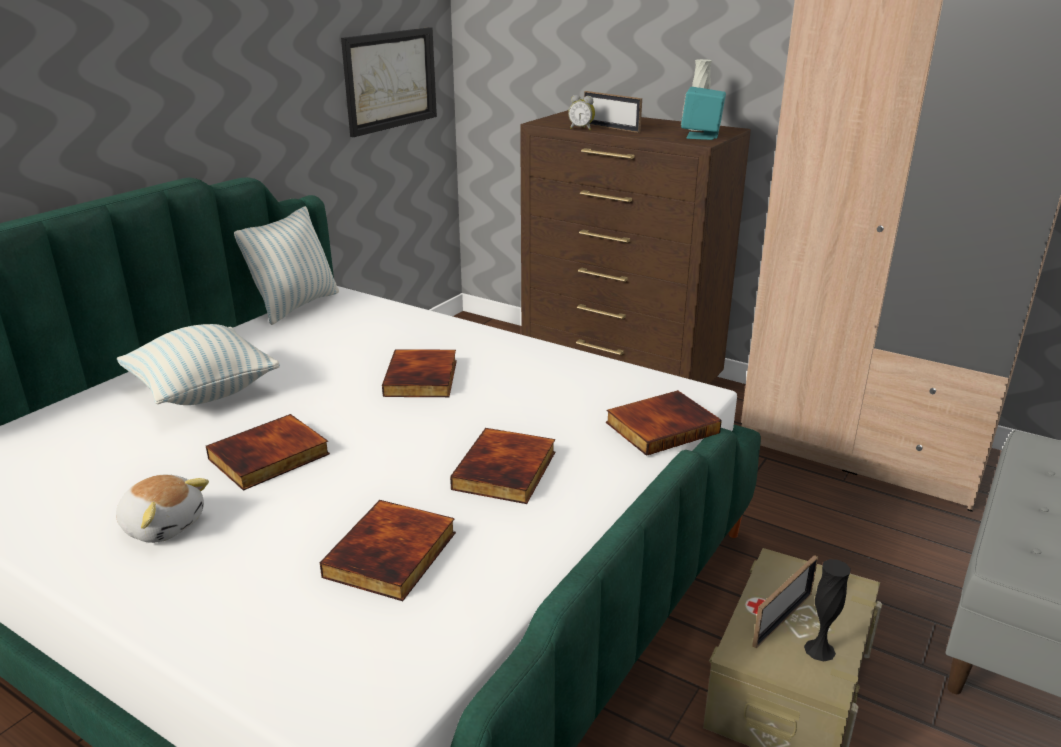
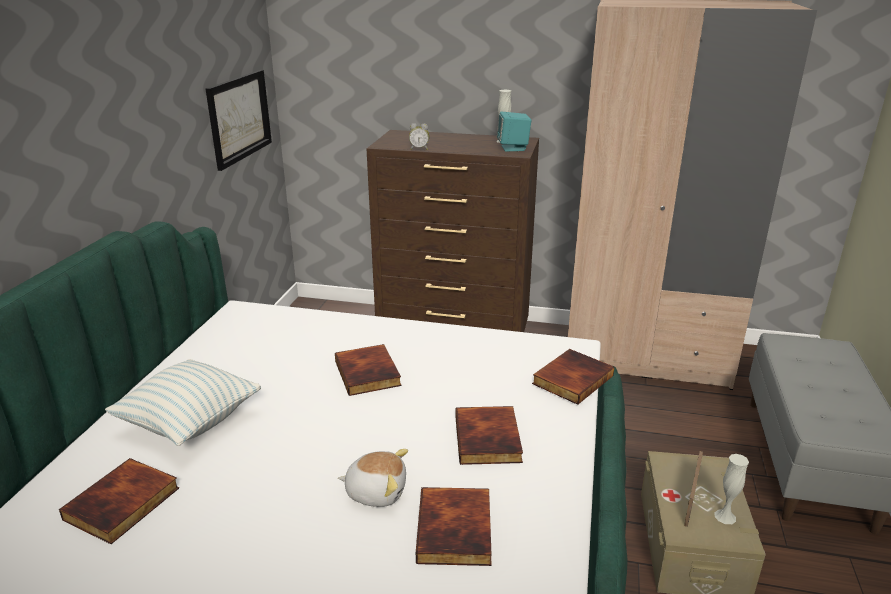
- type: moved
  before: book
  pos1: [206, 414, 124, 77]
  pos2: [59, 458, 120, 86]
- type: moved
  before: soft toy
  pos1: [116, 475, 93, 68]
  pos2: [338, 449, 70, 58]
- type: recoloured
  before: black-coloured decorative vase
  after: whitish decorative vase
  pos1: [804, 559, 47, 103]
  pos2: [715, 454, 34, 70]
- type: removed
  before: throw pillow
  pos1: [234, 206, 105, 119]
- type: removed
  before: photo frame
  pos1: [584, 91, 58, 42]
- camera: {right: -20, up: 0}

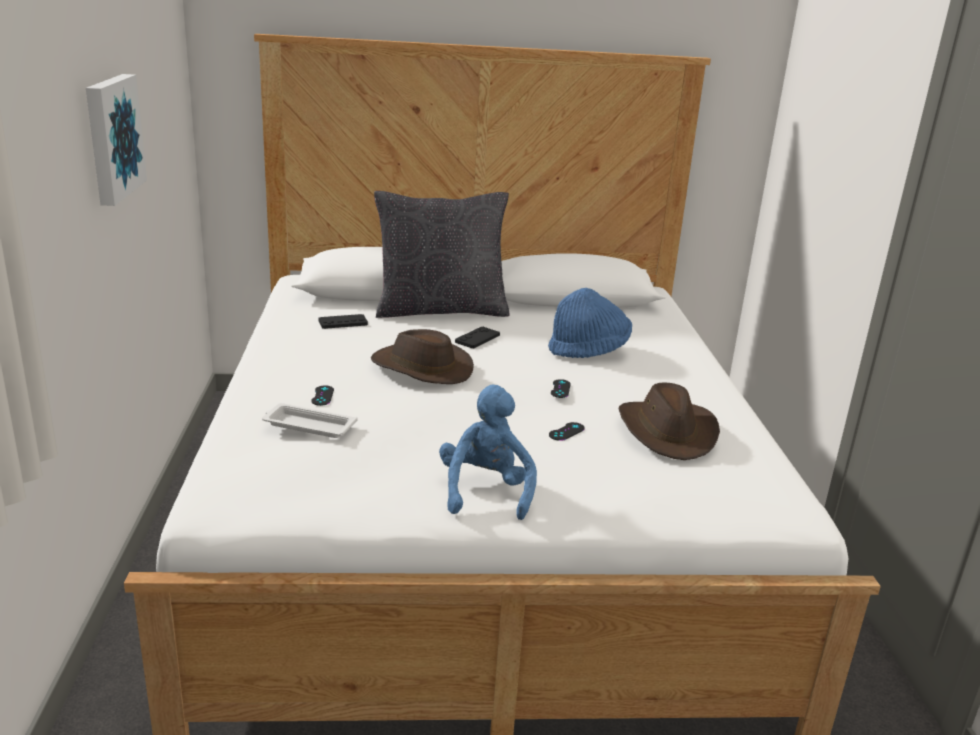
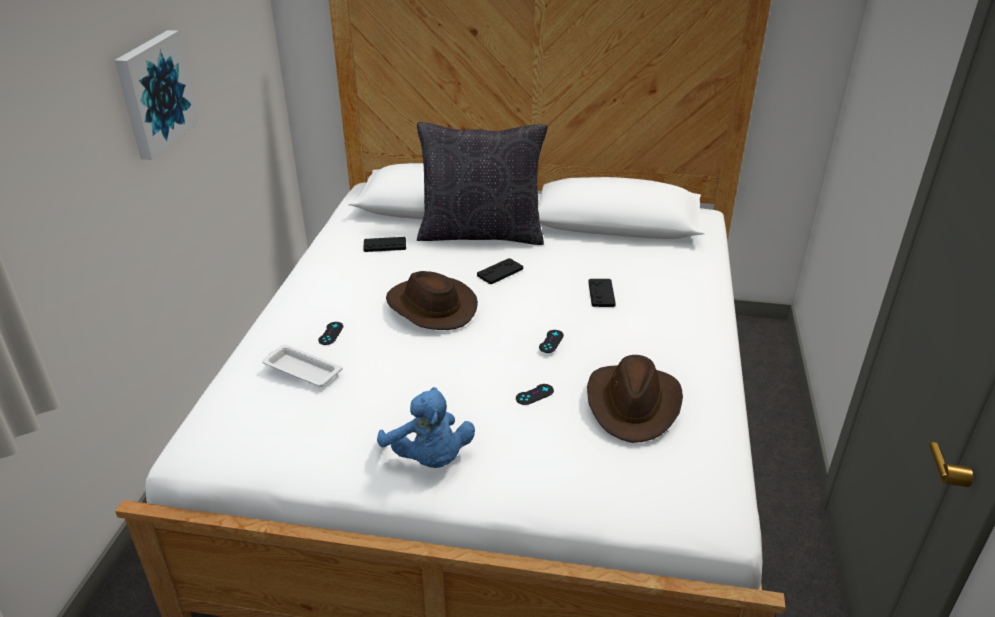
- type: turned
  before: bluish soft toy
  pos1: [439, 385, 98, 135]
  pos2: [377, 387, 98, 81]
  turn: 135
- type: replaced
  before: bluish wearable hat
  after: black-coloured joypad
  pos1: [548, 288, 84, 70]
  pos2: [589, 279, 27, 28]
- camera: {right: 15, up: 10}

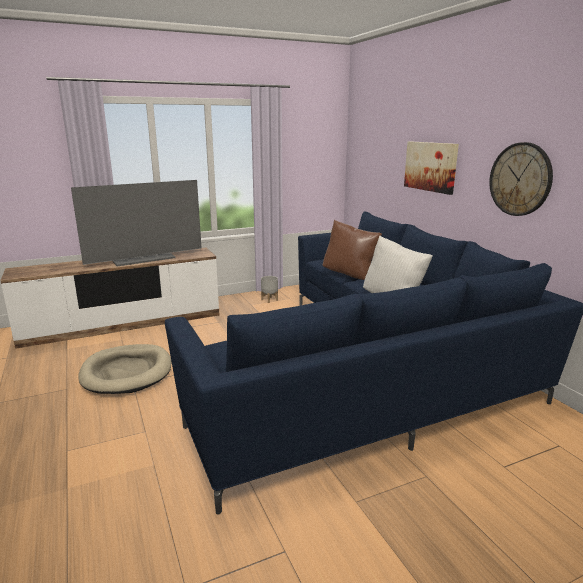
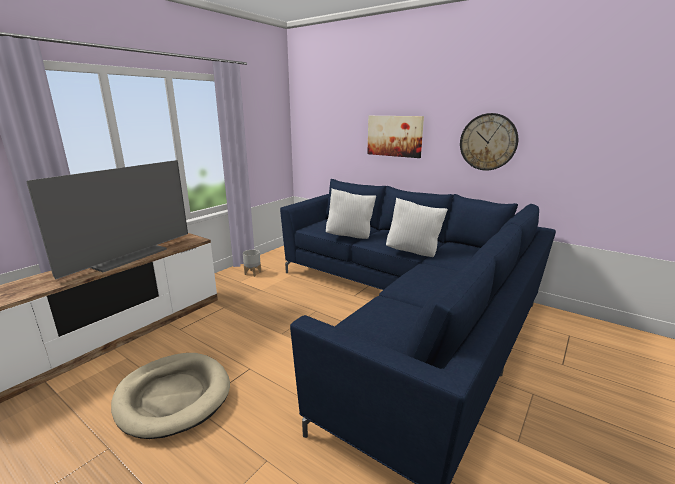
- type: recoloured
  before: brown-coloured throw pillow
  after: whitish throw pillow
  pos1: [323, 220, 59, 60]
  pos2: [326, 189, 50, 50]
- camera: {right: -30, up: 0}

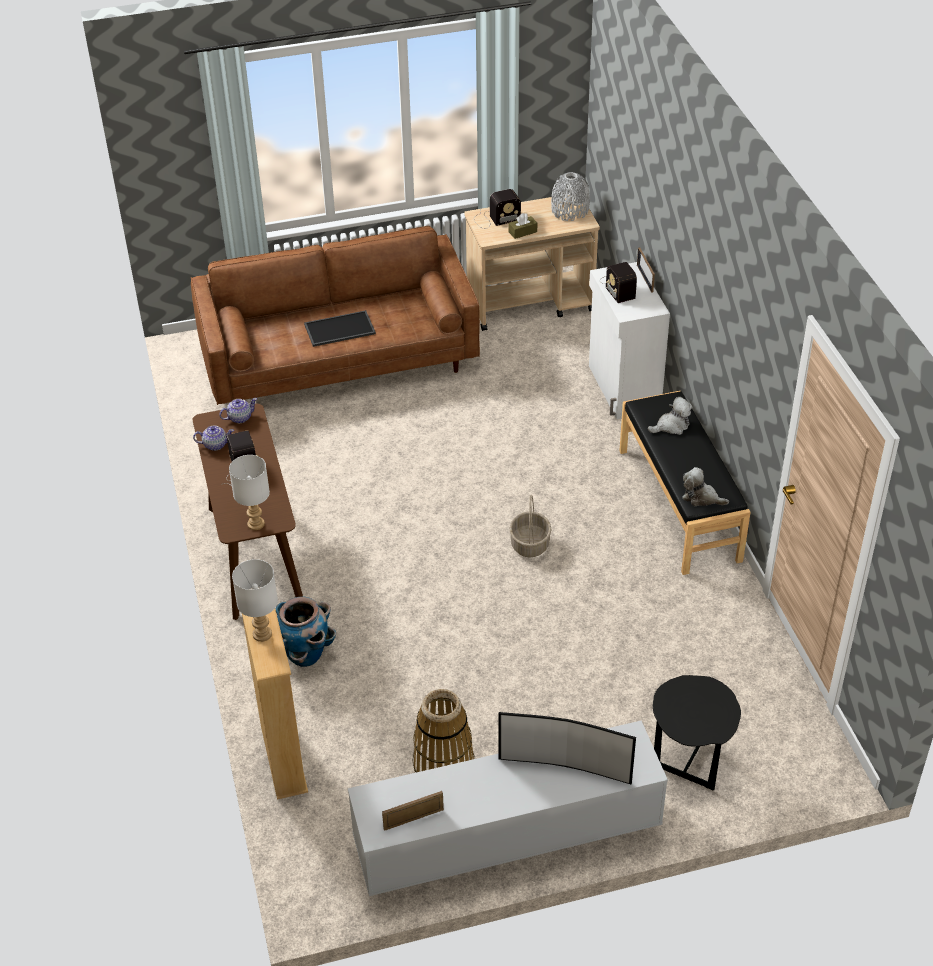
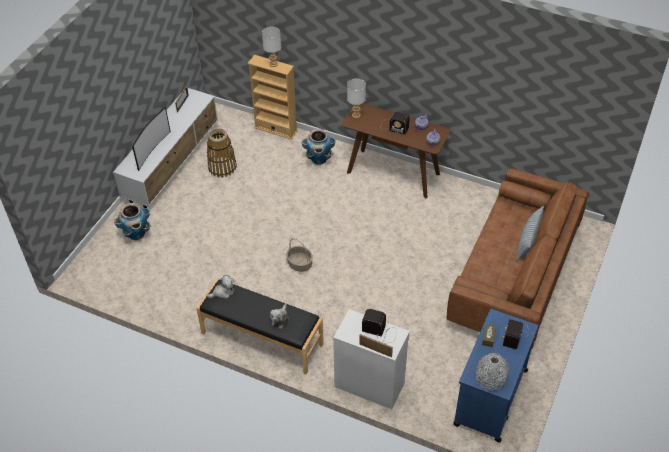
- type: replaced
  before: black-coloured side table
  after: planter
  pos1: [653, 675, 88, 115]
  pos2: [114, 203, 37, 37]
- type: turned
  before: television
  pos1: [498, 712, 138, 73]
  pos2: [132, 107, 39, 64]
  turn: 150
- type: recoloured
  before: sand-coloured cart
  after: bluish cart
  pos1: [464, 197, 136, 134]
  pos2: [453, 309, 85, 133]
- type: added
  after: throw pillow
  pos2: [516, 206, 28, 55]
- type: removed
  before: carrying tray
  pos1: [304, 310, 72, 37]
- camera: {right: 130, up: 5}

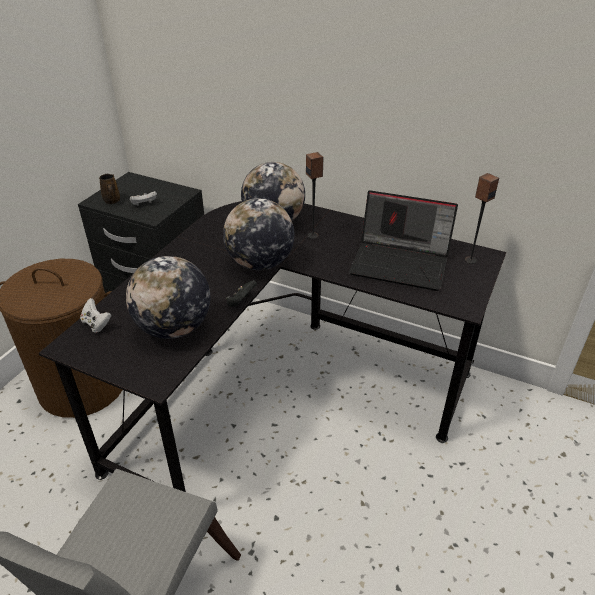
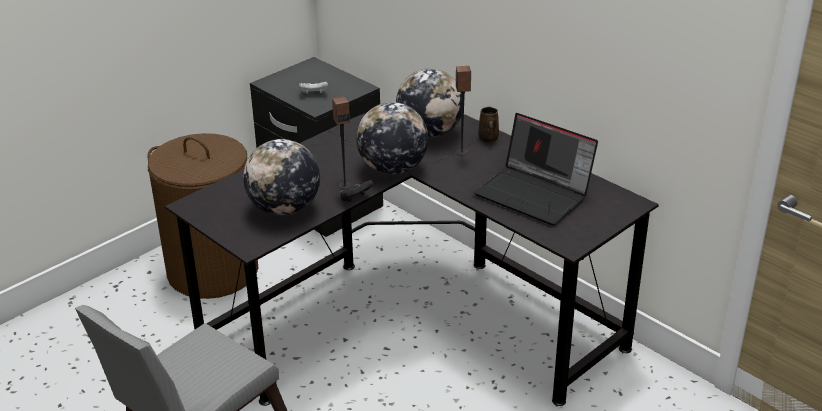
- type: moved
  before: audio speaker
  pos1: [465, 173, 34, 91]
  pos2: [332, 96, 19, 94]
- type: moved
  before: brown-coloured tea mug
  pos1: [99, 174, 21, 30]
  pos2: [478, 107, 21, 35]
- type: removed
  before: whitish joypad
  pos1: [80, 298, 31, 35]
- camera: {right: 20, up: -5}

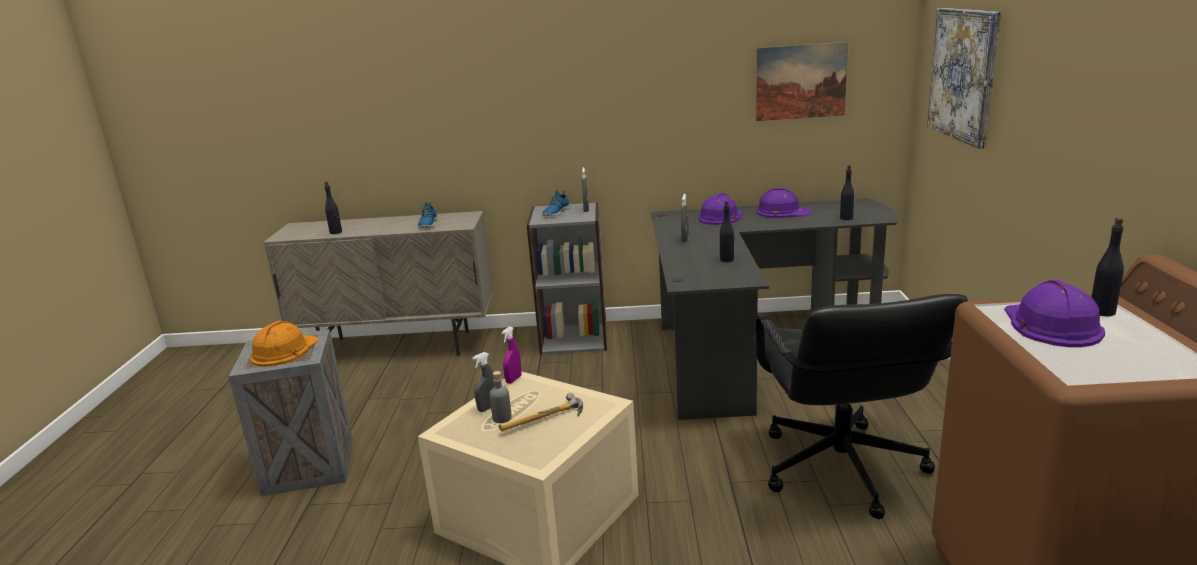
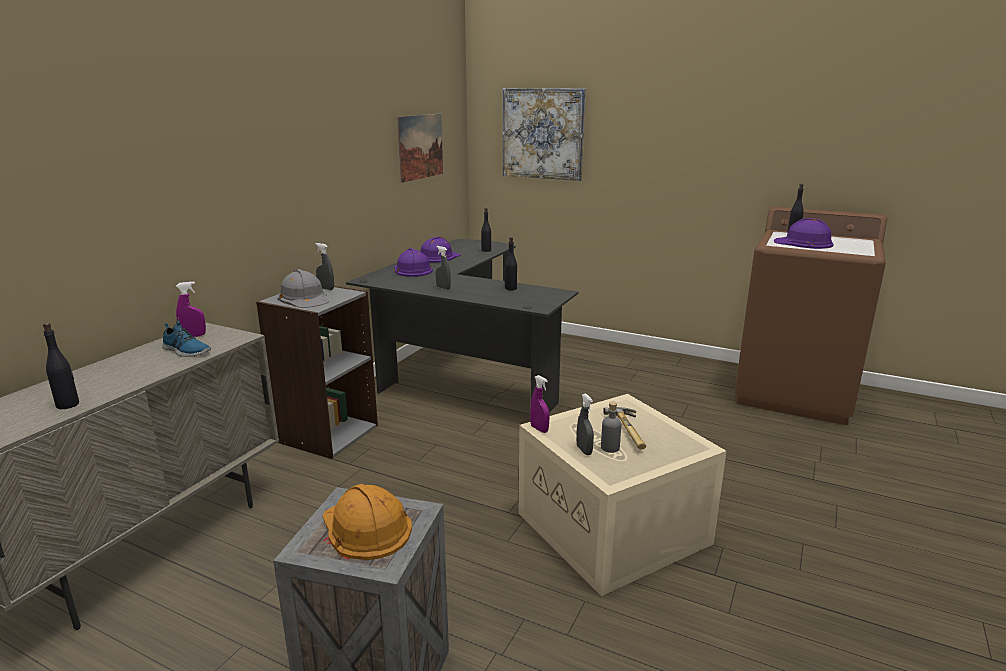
- type: added
  after: purplish sprayer
  pos2: [176, 282, 30, 55]
- type: replaced
  before: item of footwear
  after: gray work helmet
  pos1: [542, 190, 28, 26]
  pos2: [277, 269, 52, 39]
- type: removed
  before: black-coloured desk chair
  pos1: [753, 294, 215, 225]
- camera: {right: -65, up: 0}

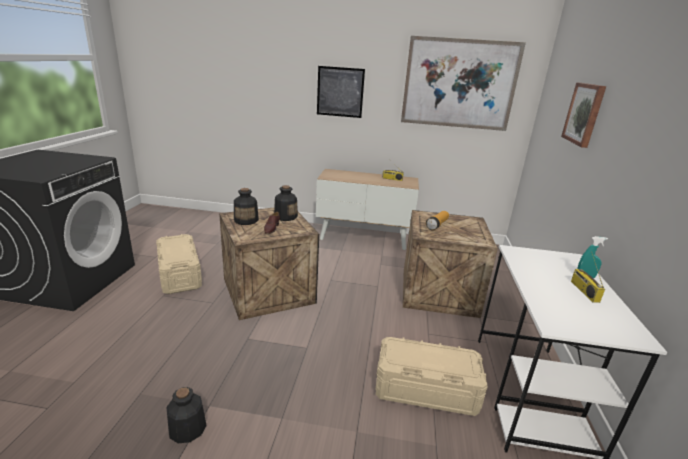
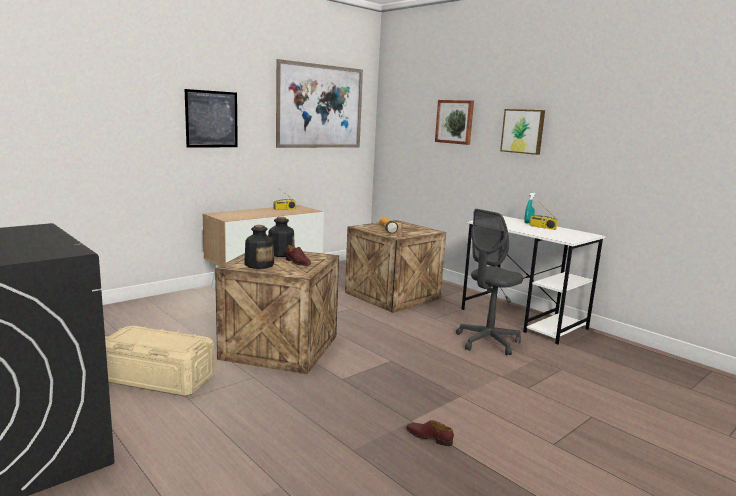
- type: replaced
  before: bottle
  after: brown-coloured item of footwear
  pos1: [166, 387, 41, 56]
  pos2: [406, 420, 48, 26]
- type: replaced
  before: sand-coloured storage bin
  after: gray desk chair
  pos1: [375, 337, 112, 79]
  pos2: [456, 209, 67, 147]
- type: added
  after: picture
  pos2: [500, 109, 45, 46]
- camera: {right: -50, up: -10}

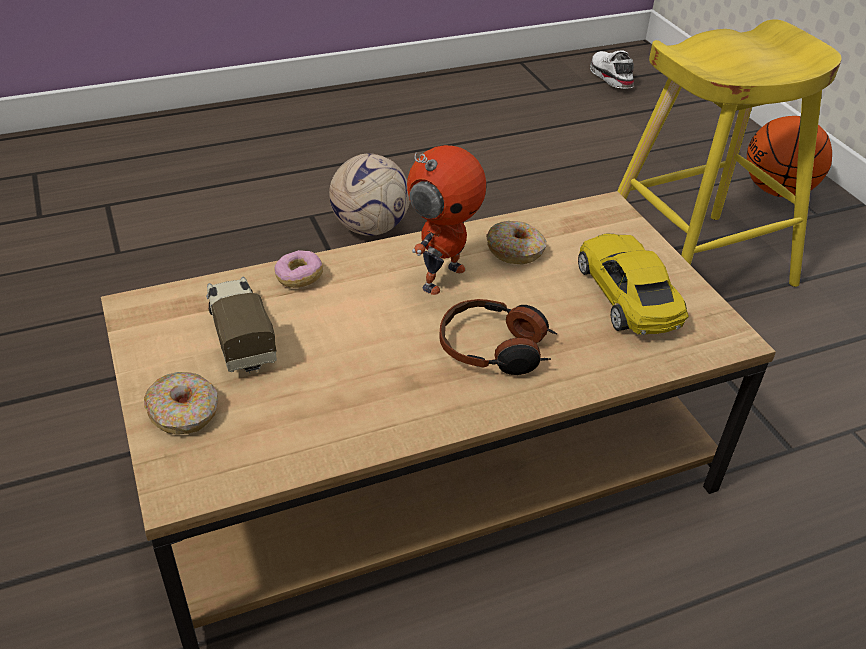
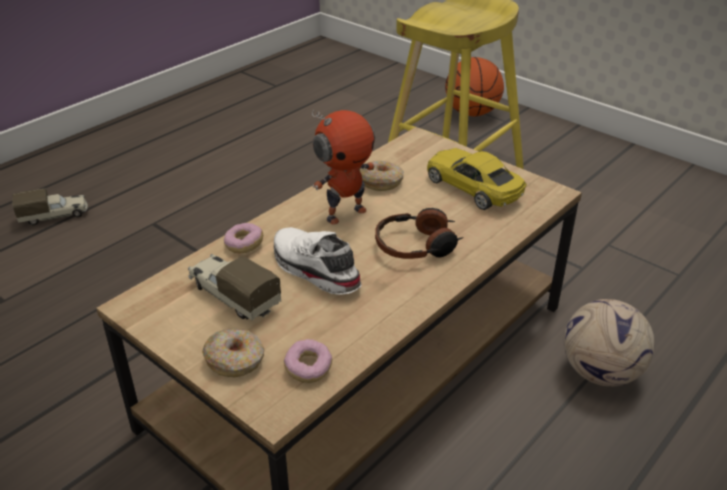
- type: added
  after: toy lorry
  pos2: [12, 188, 76, 37]
- type: moved
  before: whitish item of footwear
  pos1: [590, 50, 44, 39]
  pos2: [274, 227, 88, 68]
- type: added
  after: ring doughnut
  pos2: [284, 339, 48, 44]
- type: turned
  before: robot figure
  pos1: [407, 145, 79, 150]
  pos2: [312, 110, 63, 114]
  turn: 45
- type: moved
  before: football ball
  pos1: [329, 154, 81, 82]
  pos2: [564, 299, 91, 87]
- camera: {right: -25, up: -5}

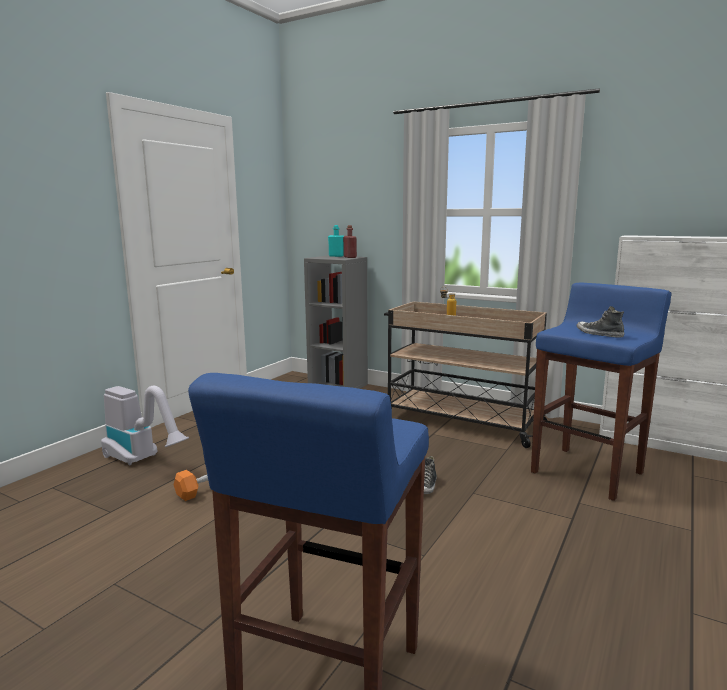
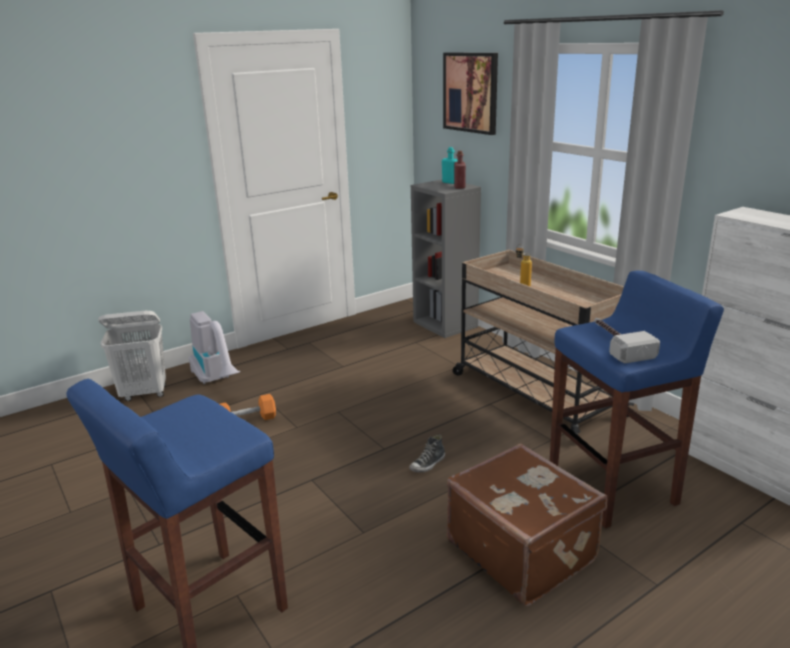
- type: added
  after: whitish hamper
  pos2: [98, 311, 68, 90]
- type: added
  after: picture
  pos2: [443, 52, 55, 83]
- type: added
  after: brown-coloured suitcase
  pos2: [447, 443, 160, 164]
- type: replaced
  before: item of footwear
  after: tool hammer
  pos1: [577, 306, 47, 32]
  pos2: [594, 318, 66, 46]
- camera: {right: 25, up: 10}

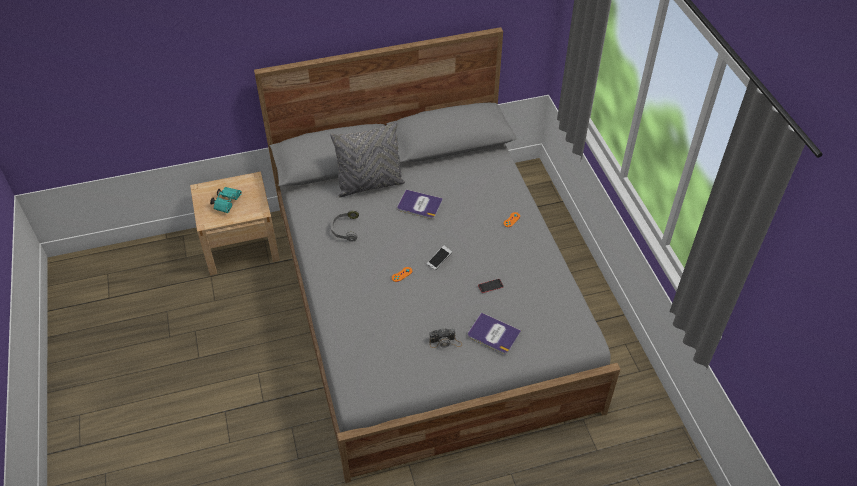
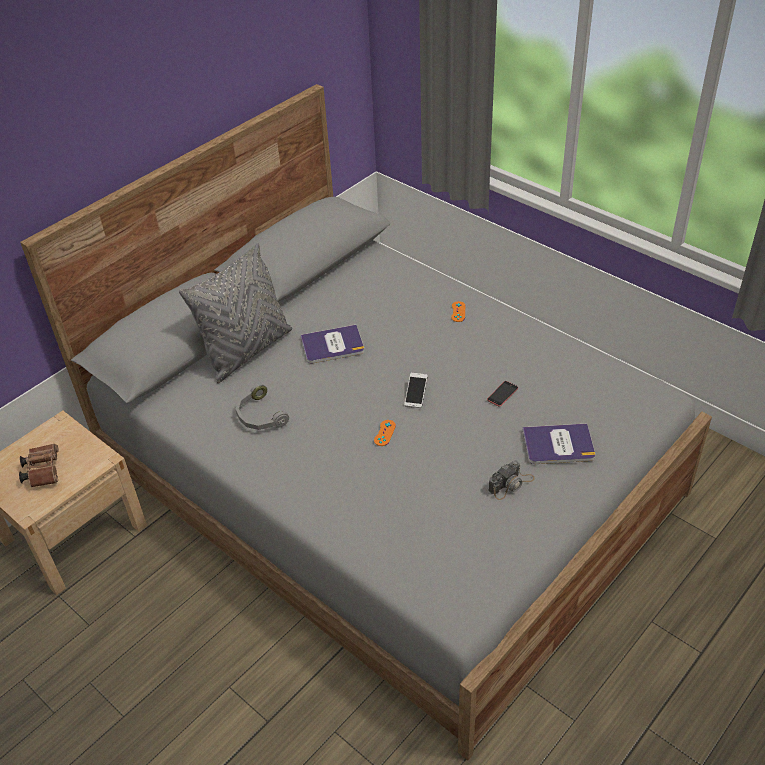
- type: recoloured
  before: turquoise-coloured binoculars
  after: brown-coloured binoculars
  pos1: [210, 187, 32, 26]
  pos2: [19, 444, 40, 43]
- camera: {right: -30, up: -5}

